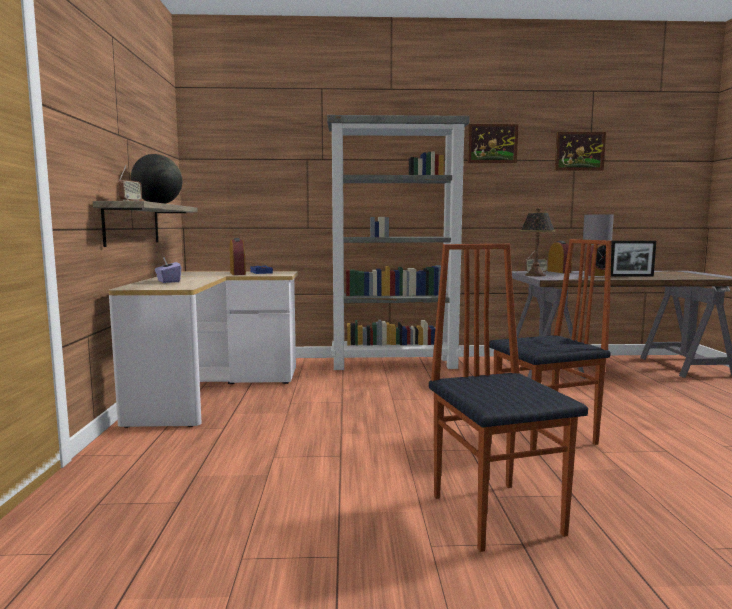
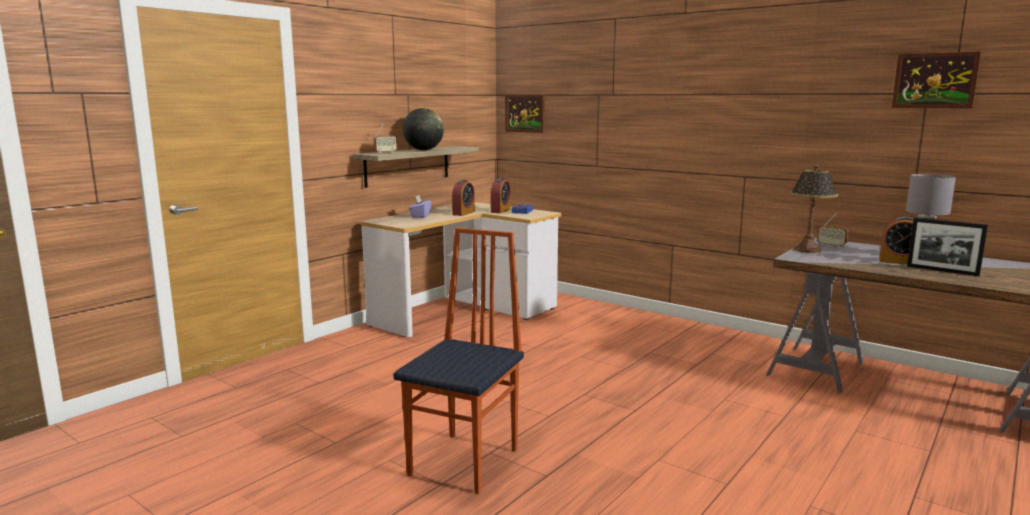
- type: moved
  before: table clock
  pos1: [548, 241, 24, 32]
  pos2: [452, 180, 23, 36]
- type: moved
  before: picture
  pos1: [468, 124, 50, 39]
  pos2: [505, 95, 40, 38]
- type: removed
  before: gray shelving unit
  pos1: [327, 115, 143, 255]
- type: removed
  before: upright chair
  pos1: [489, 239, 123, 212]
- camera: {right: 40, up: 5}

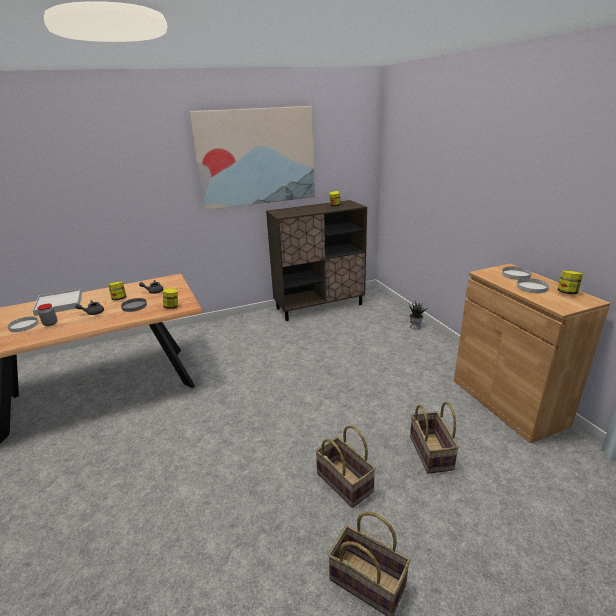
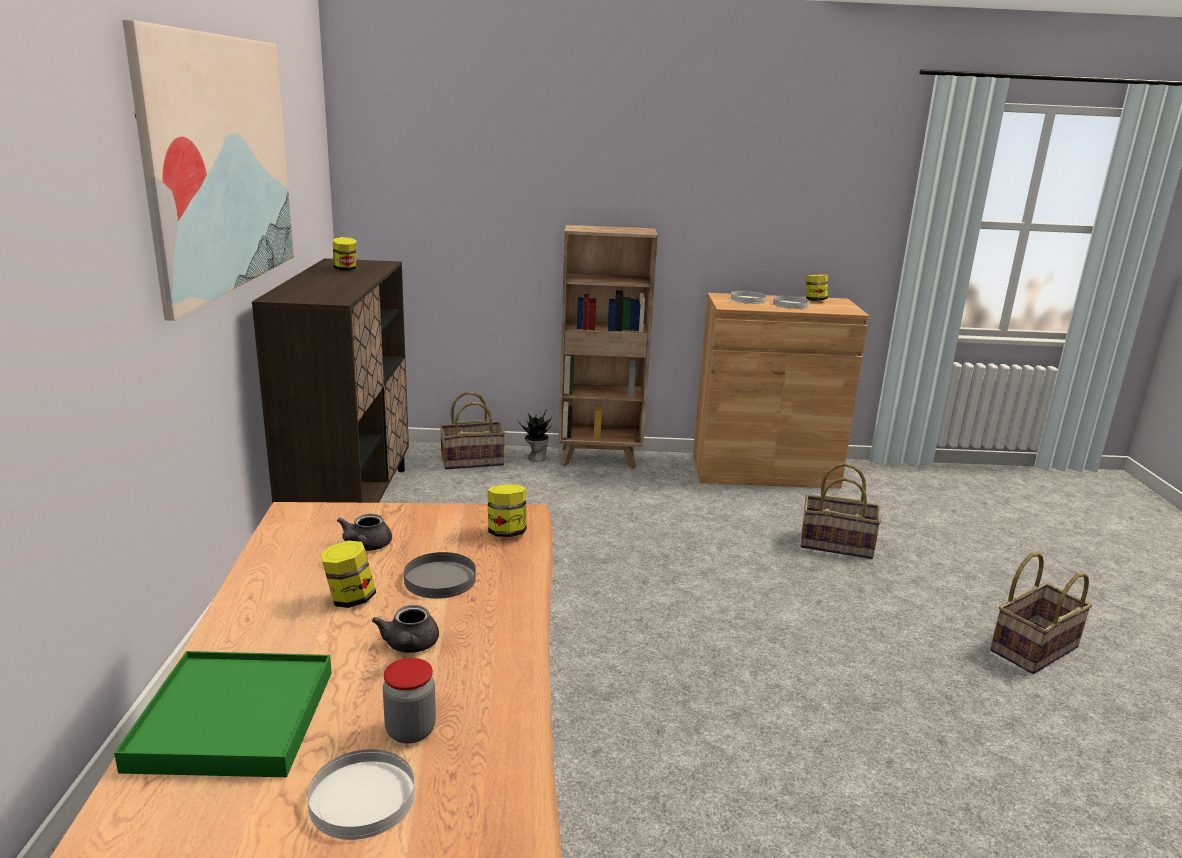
- type: recoloured
  before: whitish carrying tray
  after: green-coloured carrying tray
  pos1: [32, 289, 50, 27]
  pos2: [114, 651, 218, 126]
- type: moved
  before: household basket
  pos1: [315, 425, 61, 83]
  pos2: [440, 392, 65, 78]
- type: added
  after: brown-coloured shelving unit
  pos2: [558, 225, 100, 244]
- camera: {right: -70, up: -5}

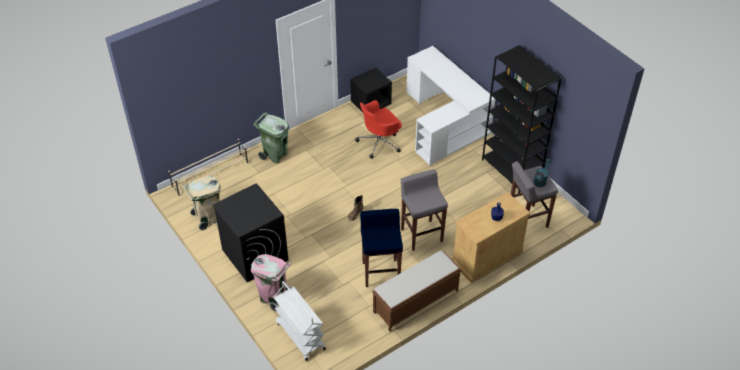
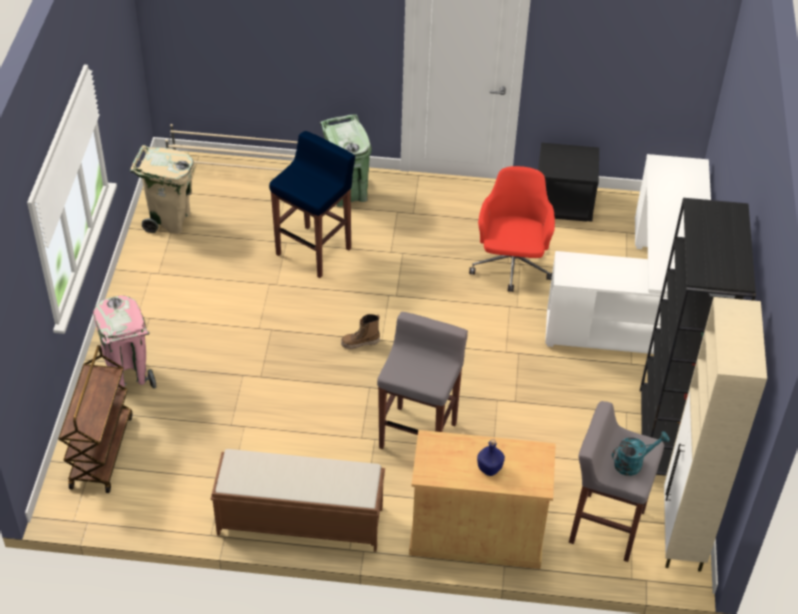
- type: recoloured
  before: whitish cart
  after: brown-coloured cart
  pos1: [274, 281, 52, 80]
  pos2: [58, 345, 74, 148]
- type: moved
  before: bluish stool seat
  pos1: [360, 209, 43, 78]
  pos2: [269, 131, 86, 147]
- type: turned
  before: red desk chair
  pos1: [355, 100, 47, 59]
  pos2: [469, 166, 86, 126]
  turn: 90
- type: added
  after: sand-coloured cabinet
  pos2: [664, 297, 103, 275]
- type: removed
  before: black-coloured washing machine
  pos1: [212, 183, 76, 99]
- camera: {right: 40, up: 0}

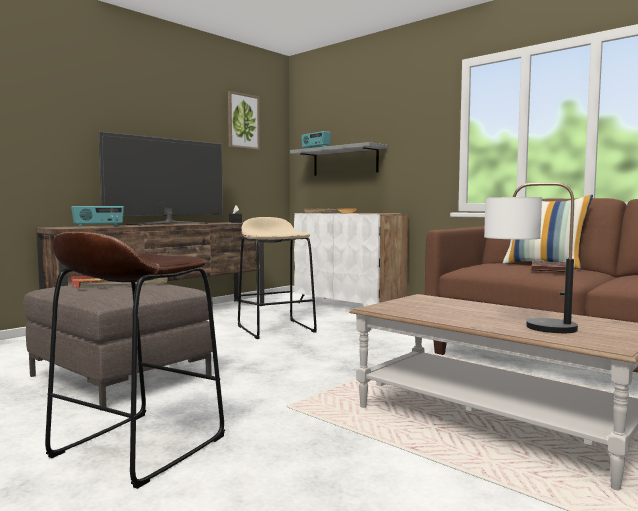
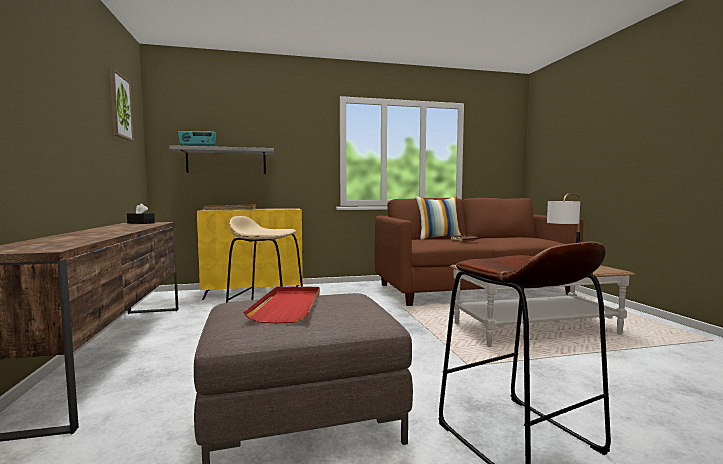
- type: recoloured
  before: whitish cabinet
  after: yellowish cabinet
  pos1: [294, 213, 115, 92]
  pos2: [197, 208, 106, 92]
- type: removed
  before: radio receiver
  pos1: [71, 206, 53, 21]
- type: removed
  before: television
  pos1: [98, 131, 125, 95]
- camera: {right: -55, up: 0}

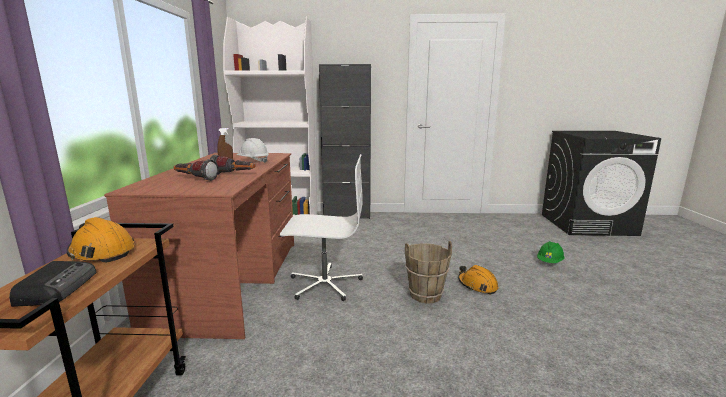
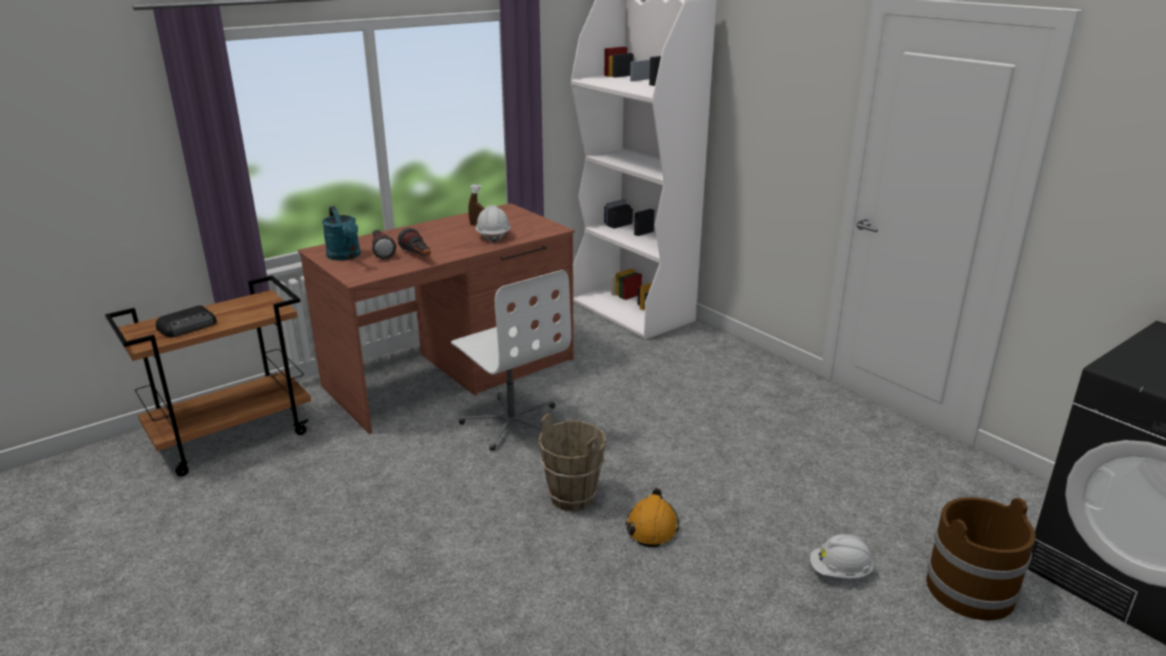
- type: added
  after: turquoise-coloured watering pot
  pos2: [322, 206, 39, 55]
- type: recoloured
  before: green-coloured work helmet
  after: whitish work helmet
  pos1: [537, 241, 28, 22]
  pos2: [810, 534, 64, 45]
- type: added
  after: brown-coloured pail
  pos2: [926, 497, 109, 124]
- type: removed
  before: orange-coloured work helmet
  pos1: [67, 217, 68, 46]
- type: removed
  before: black-coloured cabinet
  pos1: [319, 64, 52, 155]
- camera: {right: 50, up: 10}

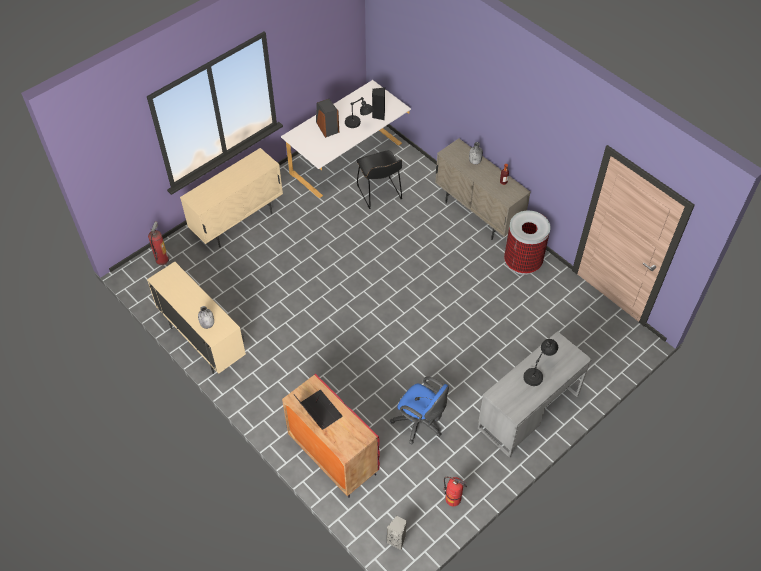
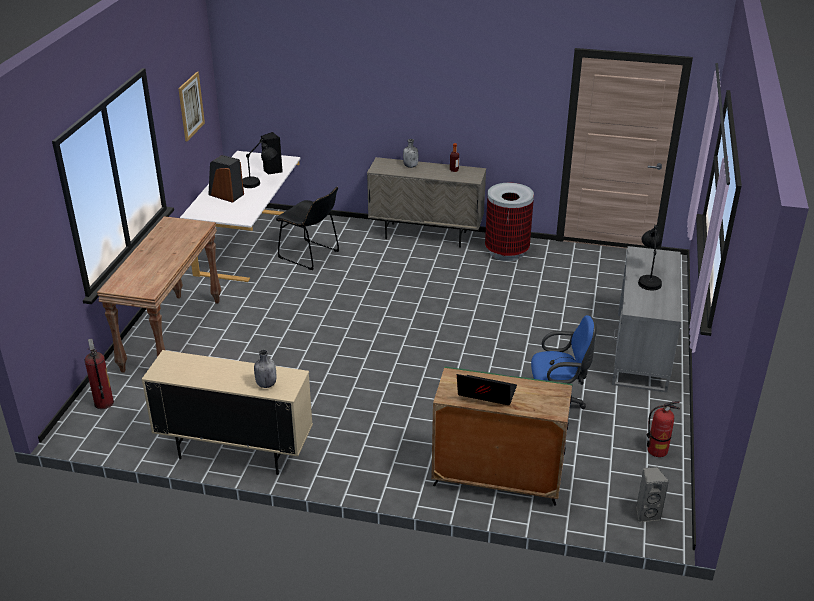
- type: replaced
  before: sand-coloured cabinet
  after: brown-coloured console table
  pos1: [180, 148, 103, 100]
  pos2: [97, 216, 124, 157]
- type: added
  after: picture
  pos2: [178, 72, 27, 69]
- type: recoloured
  before: red cabinet
  after: green-coloured cabinet
  pos1: [282, 374, 98, 124]
  pos2: [431, 366, 141, 140]
- camera: {right: -35, up: -20}

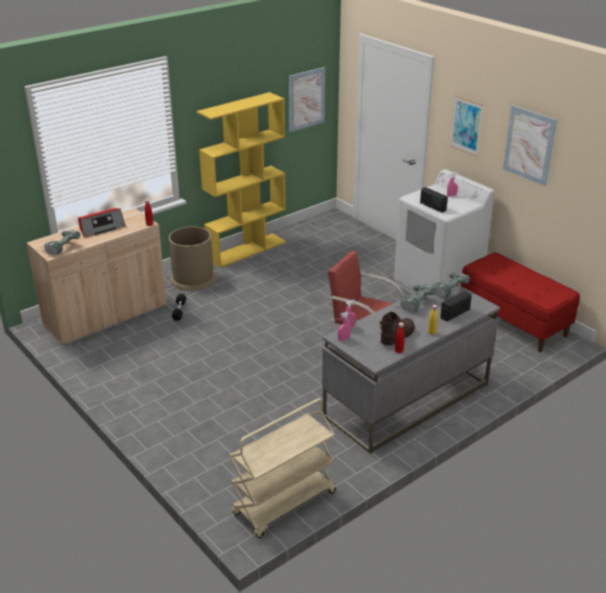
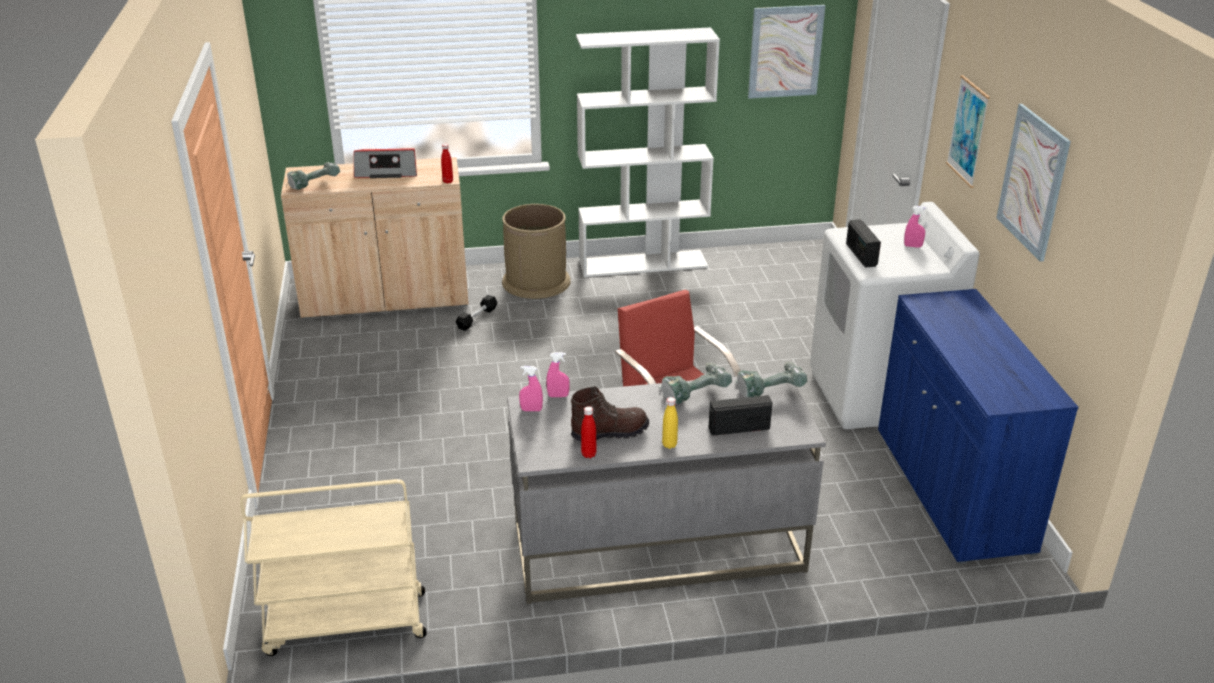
- type: recoloured
  before: yellowish shelving unit
  after: whitish shelving unit
  pos1: [196, 92, 90, 176]
  pos2: [576, 27, 144, 250]
- type: replaced
  before: red indoor bench
  after: bluish cabinet
  pos1: [460, 252, 120, 100]
  pos2: [878, 289, 200, 275]
- camera: {right: 30, up: 0}

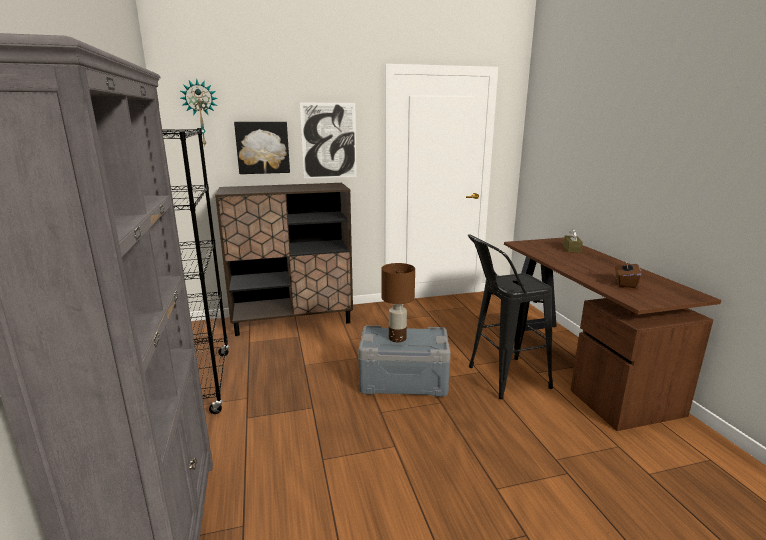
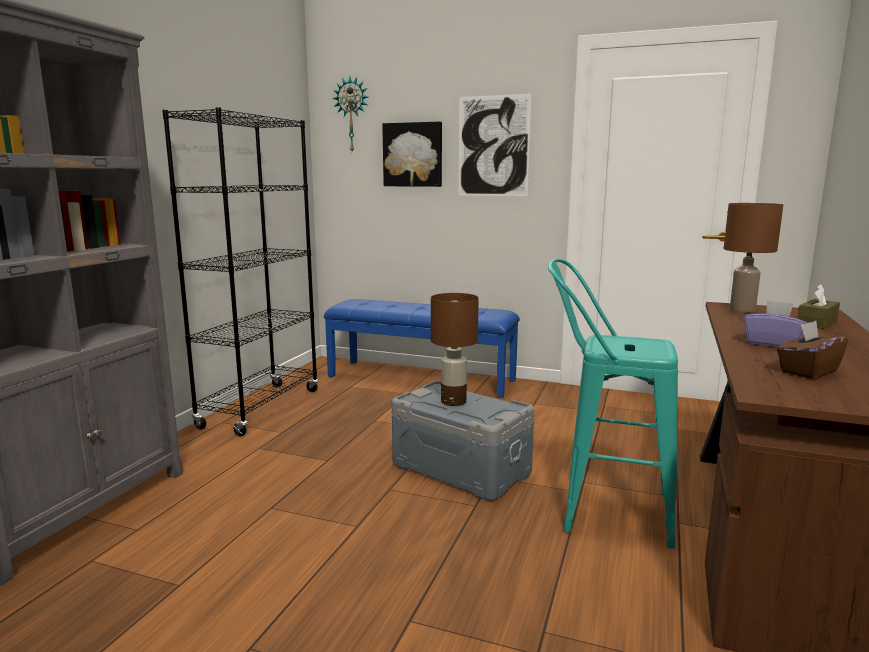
- type: replaced
  before: brown-coloured cabinet
  after: bluish indoor bench
  pos1: [215, 183, 138, 153]
  pos2: [324, 299, 196, 99]
- type: recoloured
  before: black-coloured stool seat
  after: turquoise-coloured stool seat
  pos1: [468, 234, 85, 165]
  pos2: [548, 259, 130, 290]
- type: added
  after: brown-coloured lamp for a table
  pos2: [724, 203, 59, 110]
- type: added
  after: purplish tissue holder
  pos2: [744, 300, 64, 47]
- camera: {right: 35, up: -5}

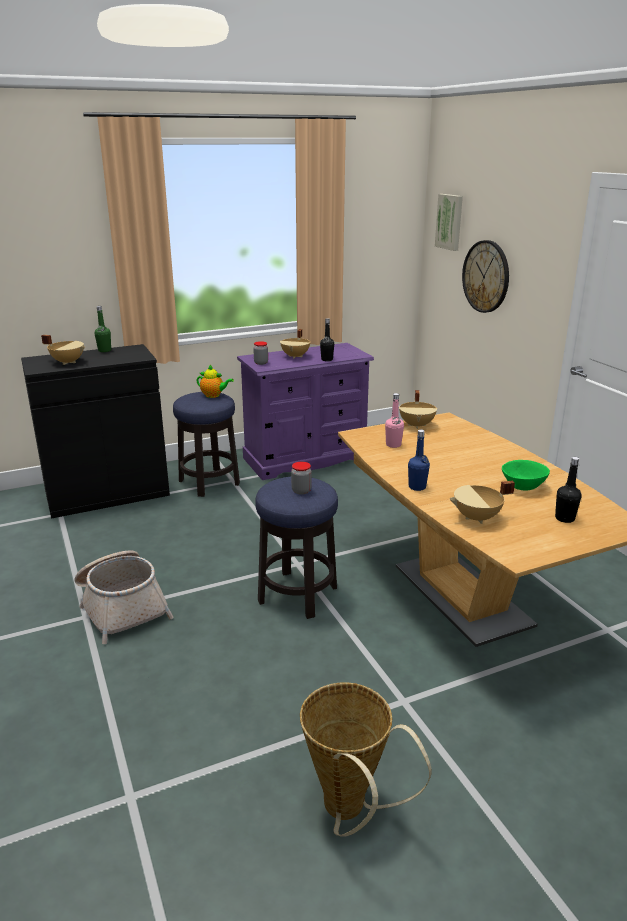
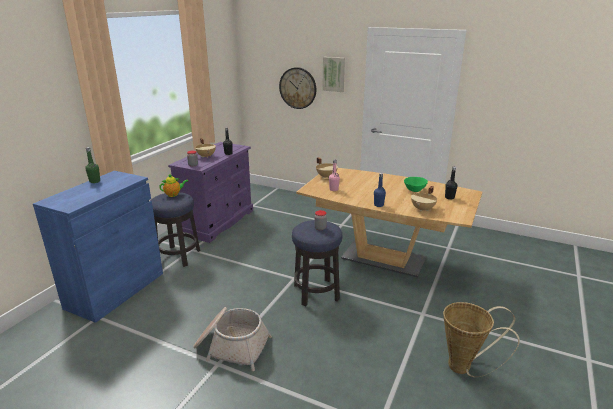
- type: recoloured
  before: black-coloured cabinet
  after: bluish cabinet
  pos1: [21, 344, 149, 174]
  pos2: [33, 171, 130, 152]
- type: moved
  before: picture
  pos1: [435, 194, 28, 57]
  pos2: [322, 57, 23, 35]
- type: removed
  before: sand-coloured saucepot
  pos1: [41, 335, 44, 30]
- camera: {right: -40, up: 0}

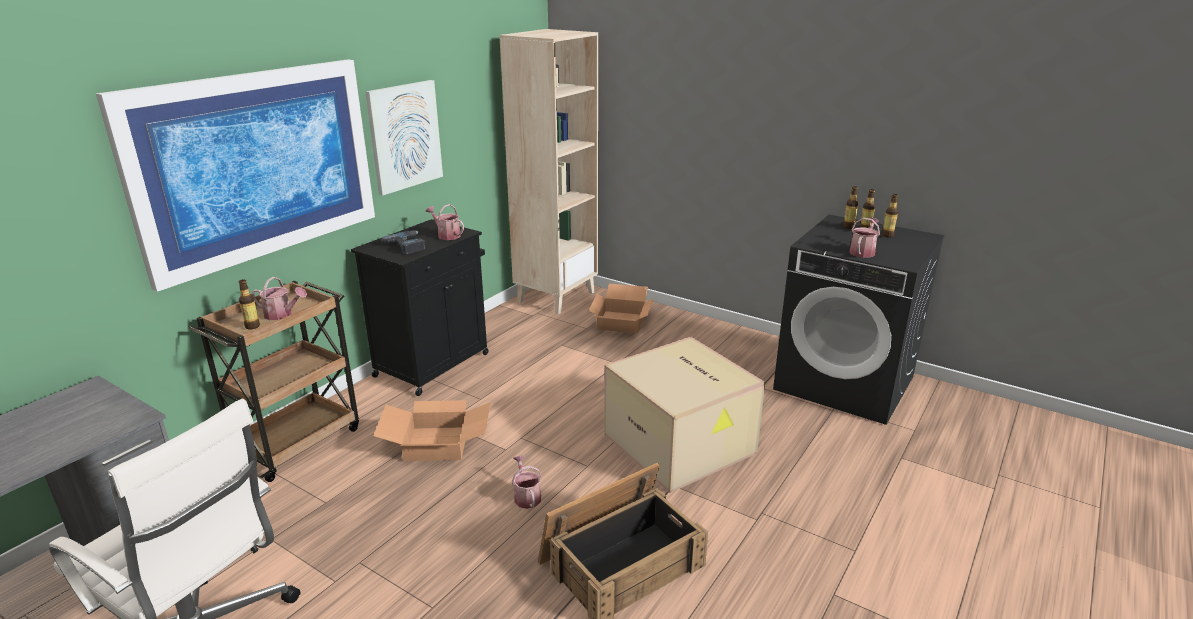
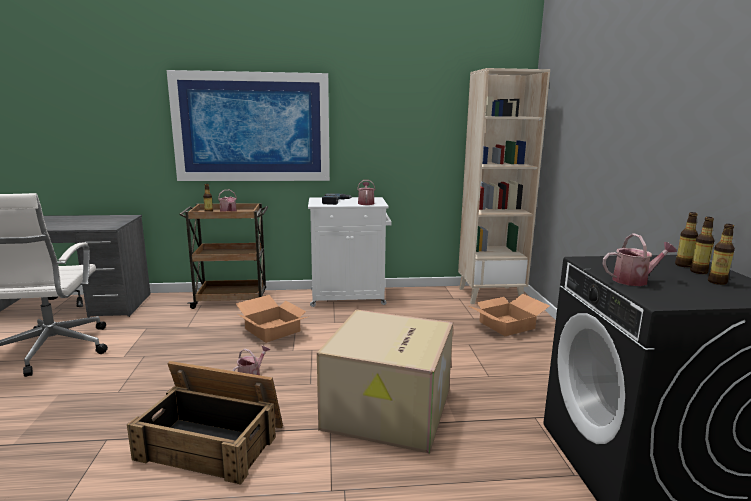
- type: recoloured
  before: black-coloured cabinet
  after: whitish cabinet
  pos1: [351, 219, 138, 177]
  pos2: [308, 197, 84, 110]
- type: removed
  before: picture
  pos1: [365, 80, 78, 116]
- camera: {right: 50, up: -10}

